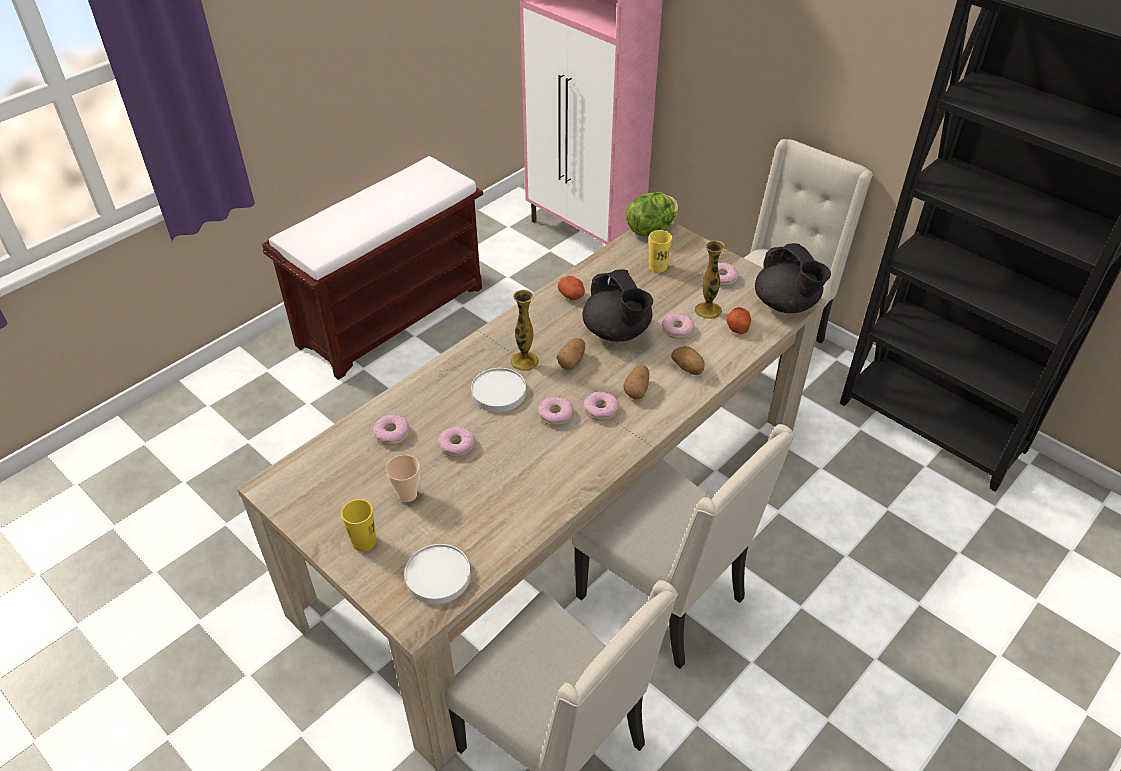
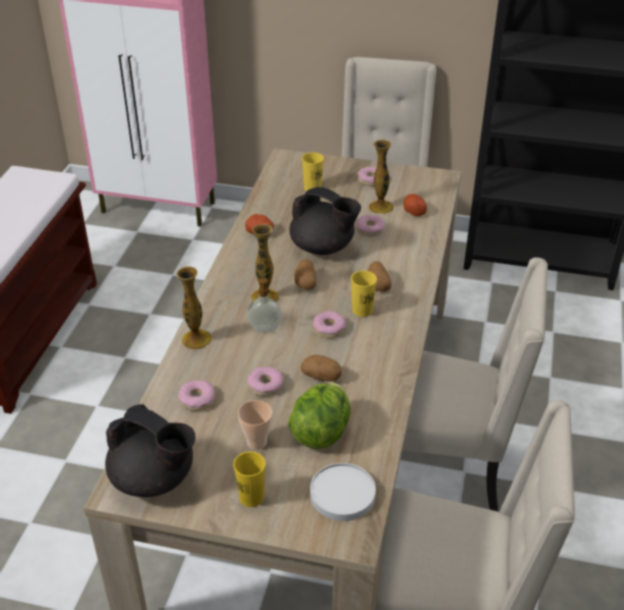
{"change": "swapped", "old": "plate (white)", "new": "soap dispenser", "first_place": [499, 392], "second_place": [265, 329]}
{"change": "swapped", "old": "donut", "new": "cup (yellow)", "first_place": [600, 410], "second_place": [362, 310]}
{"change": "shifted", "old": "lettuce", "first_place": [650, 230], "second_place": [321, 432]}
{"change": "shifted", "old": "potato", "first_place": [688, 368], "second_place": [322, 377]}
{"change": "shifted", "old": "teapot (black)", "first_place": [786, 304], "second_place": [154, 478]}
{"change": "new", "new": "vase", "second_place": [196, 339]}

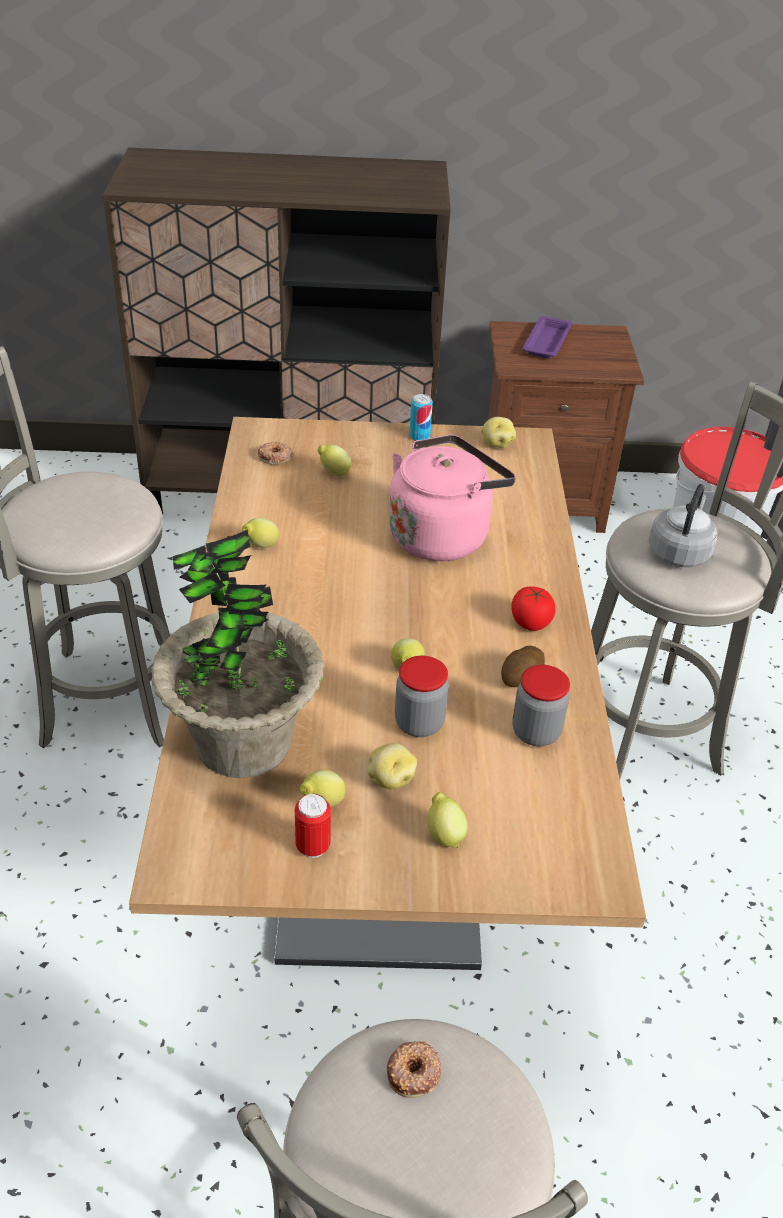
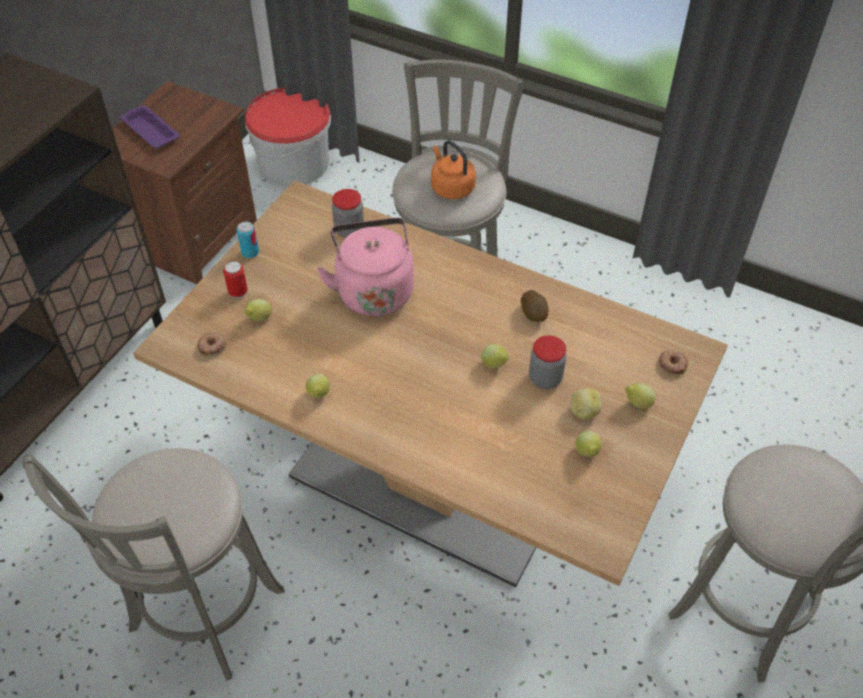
{"change": "gone", "old": "potted plant", "first_place": [243, 742]}
{"change": "shifted", "old": "can", "first_place": [313, 846], "second_place": [238, 292]}
{"change": "shifted", "old": "donut", "first_place": [414, 1072], "second_place": [672, 364]}
{"change": "gone", "old": "potato", "first_place": [497, 444]}
{"change": "gone", "old": "tomato", "first_place": [530, 622]}
{"change": "shifted", "old": "jar", "first_place": [536, 732], "second_place": [349, 230]}
{"change": "repainted", "old": "kettle (grey)", "new": "kettle (orange)", "first_place": [679, 552], "second_place": [451, 187]}

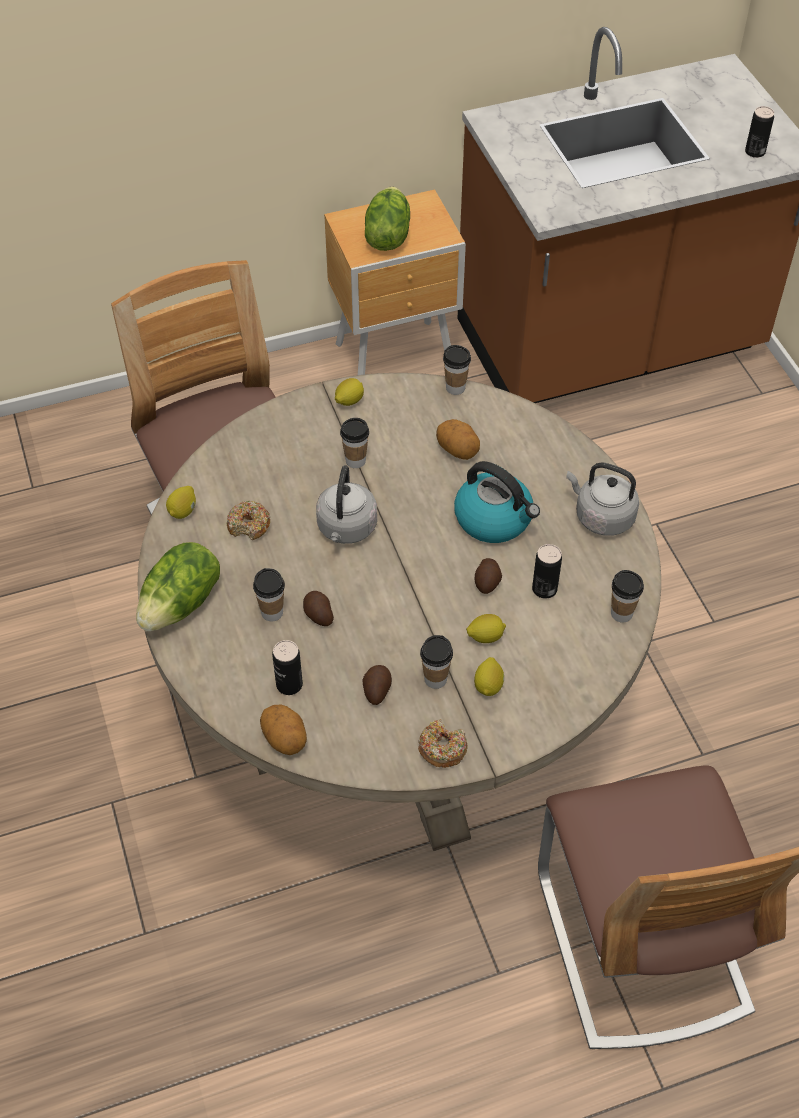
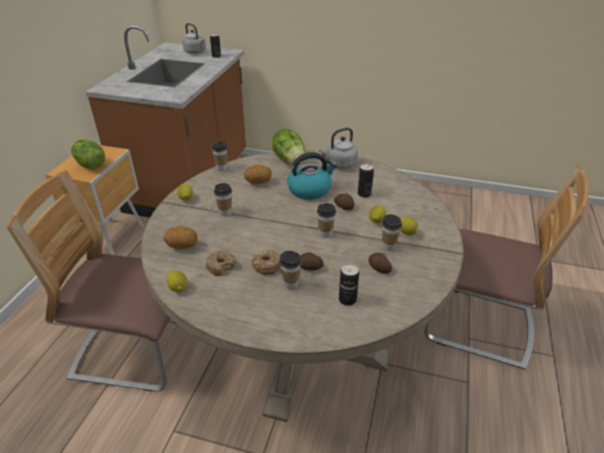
{"change": "shifted", "old": "lettuce", "first_place": [182, 604], "second_place": [290, 160]}
{"change": "shifted", "old": "potato", "first_place": [285, 739], "second_place": [182, 246]}
{"change": "shifted", "old": "kettle (grey)", "first_place": [346, 529], "second_place": [196, 52]}
{"change": "shifted", "old": "donut", "first_place": [442, 748], "second_place": [267, 266]}
{"change": "shifted", "old": "cup", "first_place": [621, 613], "second_place": [325, 234]}

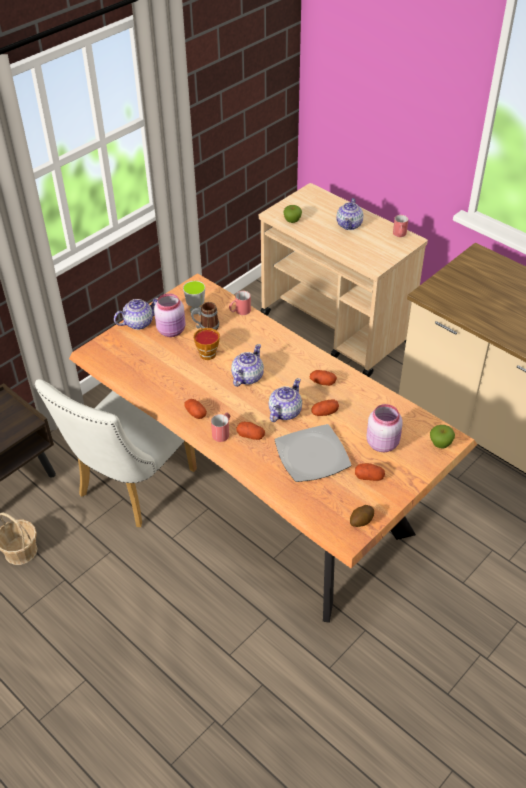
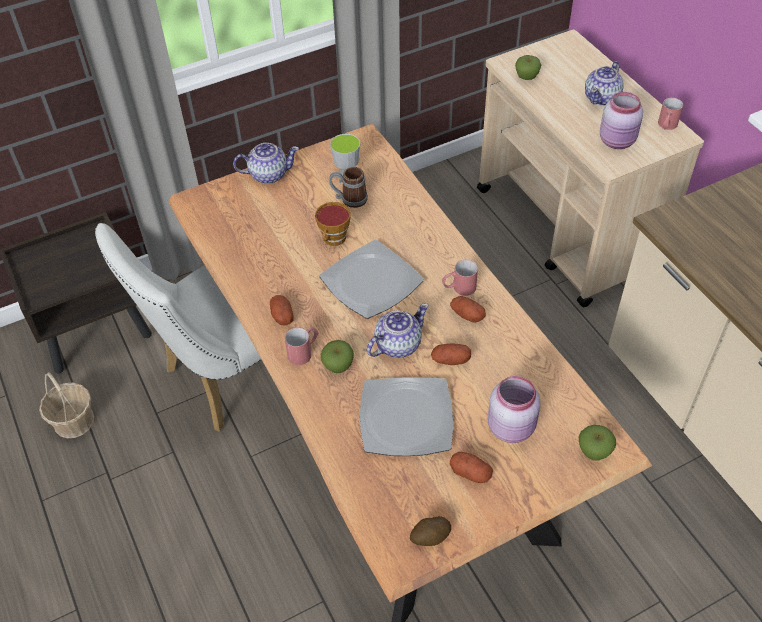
{"change": "shifted", "old": "jar (pink)", "first_place": [172, 330], "second_place": [618, 141]}
{"change": "shifted", "old": "mug (red)", "first_place": [239, 312], "second_place": [458, 288]}
{"change": "swapped", "old": "teapot", "new": "plate", "first_place": [247, 377], "second_place": [370, 282]}
{"change": "swapped", "old": "potato", "new": "apple", "first_place": [251, 435], "second_place": [338, 366]}

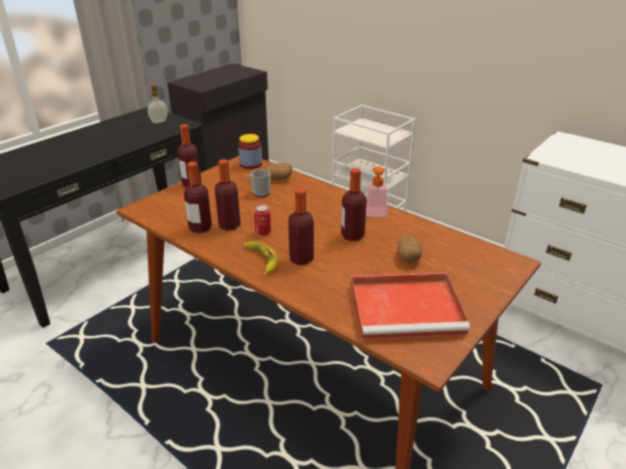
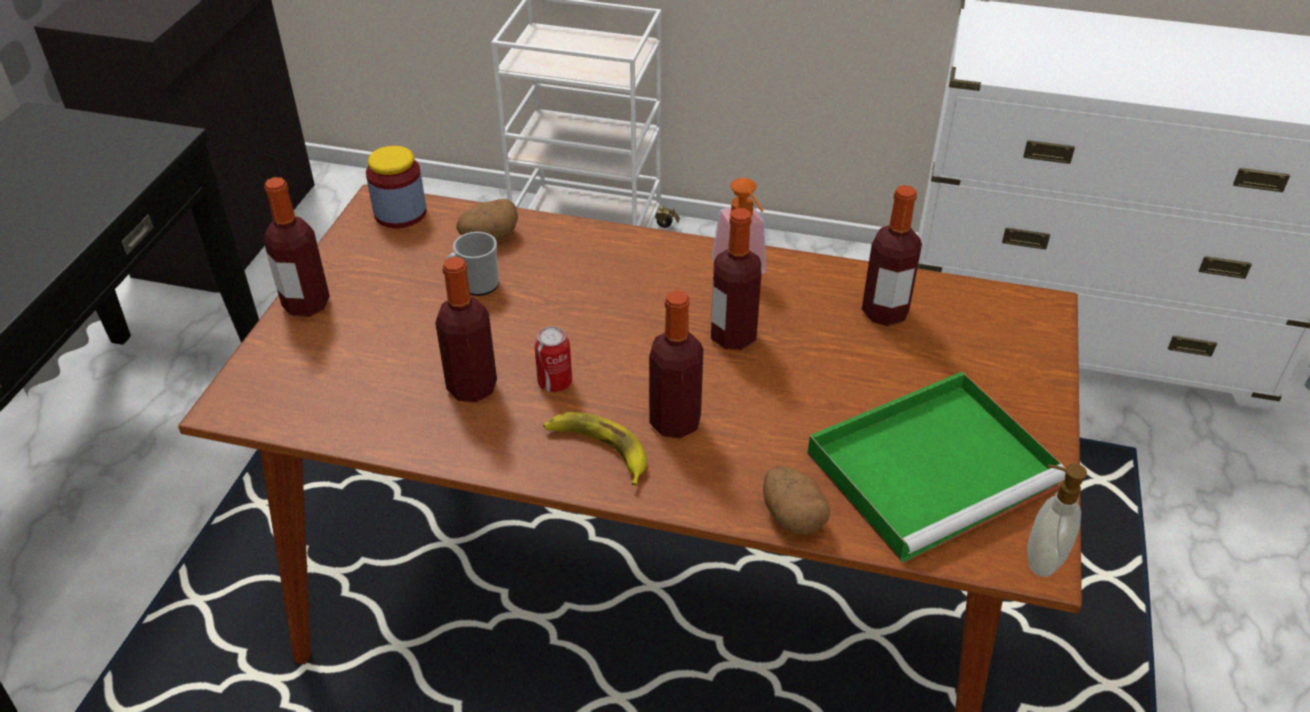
{"change": "shifted", "old": "soap dispenser", "first_place": [159, 121], "second_place": [1042, 559]}
{"change": "shifted", "old": "bottle", "first_place": [200, 228], "second_place": [884, 313]}
{"change": "repainted", "old": "tray (red)", "new": "tray (green)", "first_place": [408, 309], "second_place": [934, 467]}
{"change": "shifted", "old": "potato", "first_place": [408, 257], "second_place": [792, 516]}

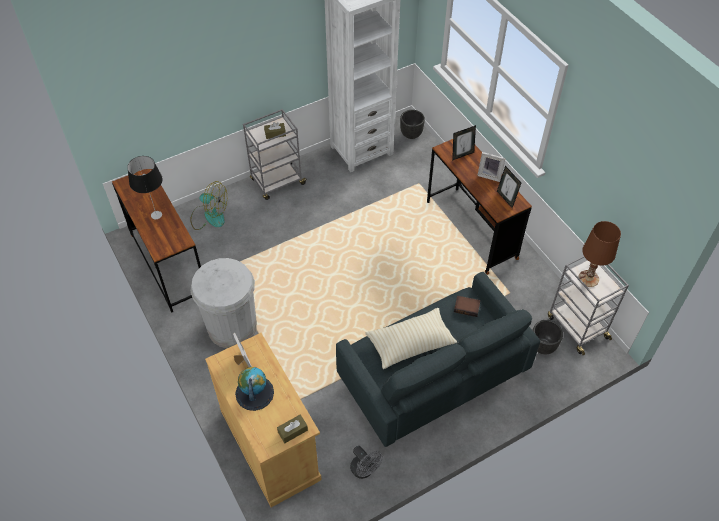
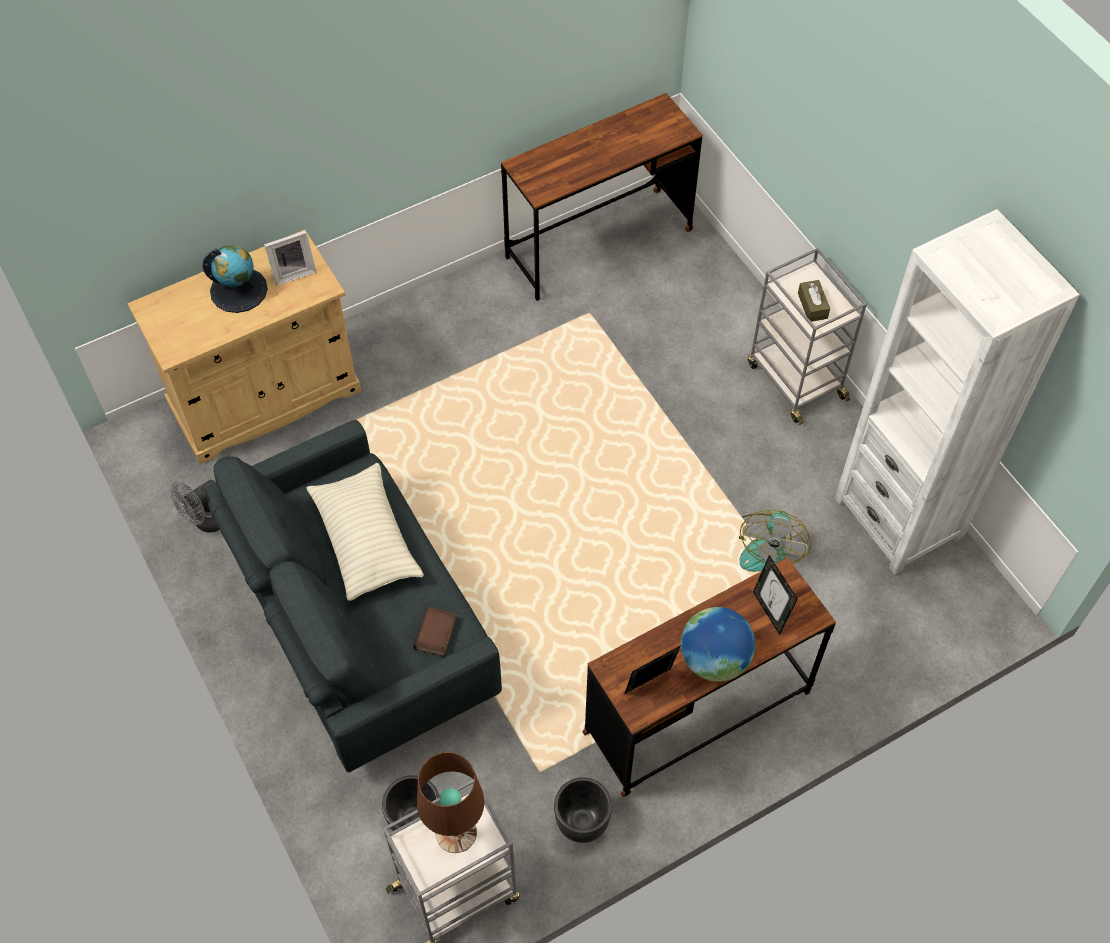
{"change": "gone", "old": "table lamp", "first_place": [156, 215]}
{"change": "shifted", "old": "fan", "first_place": [209, 216], "second_place": [765, 545]}
{"change": "gone", "old": "trash can (white)", "first_place": [232, 327]}
{"change": "gone", "old": "tissue box (brown)", "first_place": [292, 431]}
{"change": "shifted", "old": "planter (black)", "first_place": [411, 134], "second_place": [581, 823]}
{"change": "swapped", "old": "picture frame", "new": "globe", "first_place": [489, 175], "second_place": [714, 660]}

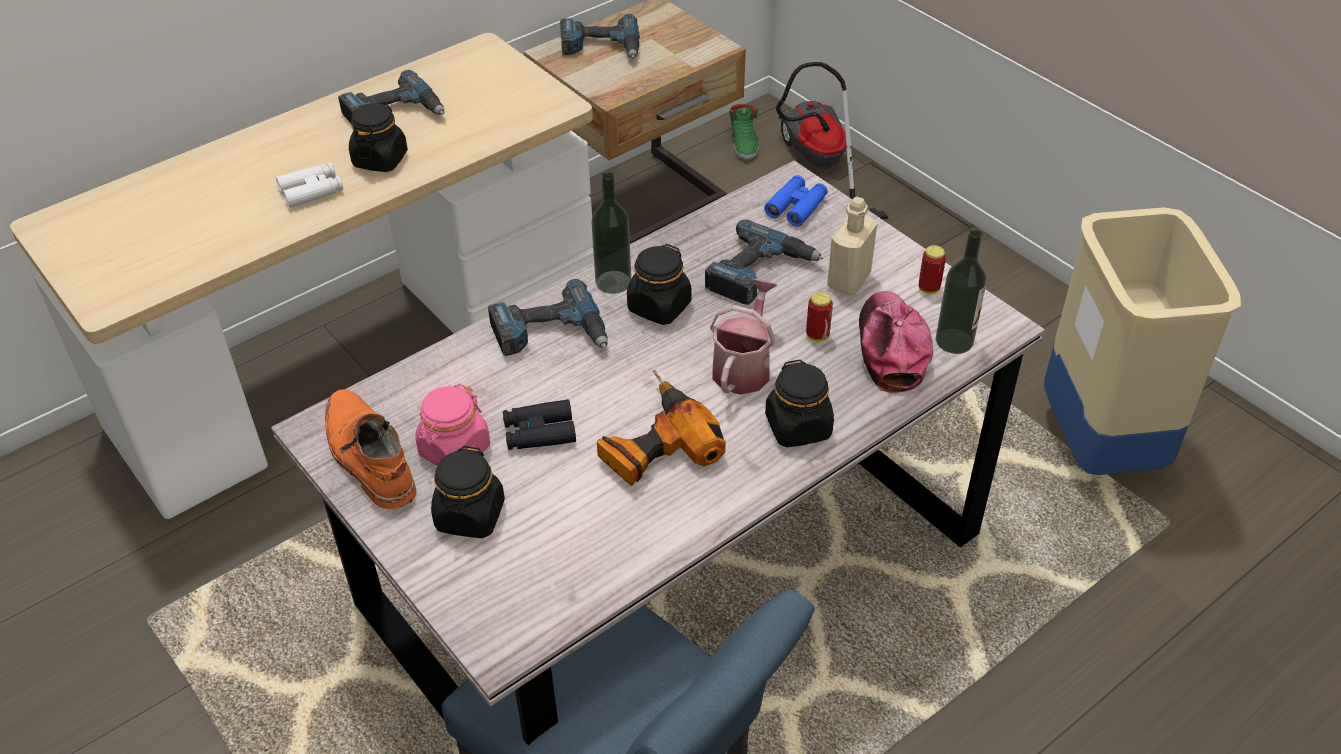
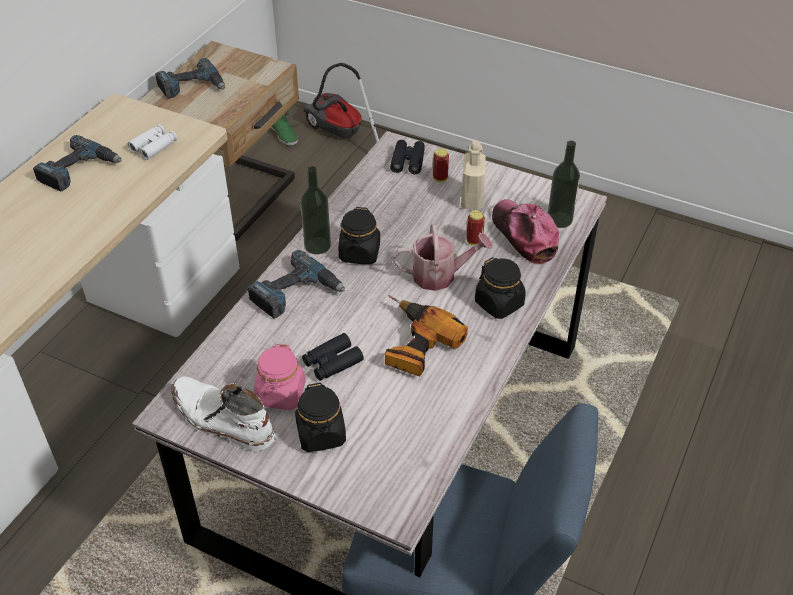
{"change": "shifted", "old": "binoculars (white)", "first_place": [312, 191], "second_place": [154, 146]}
{"change": "repainted", "old": "boot (orange)", "new": "boot (white)", "first_place": [368, 458], "second_place": [221, 420]}
{"change": "gone", "old": "jar (black)", "first_place": [380, 159]}
{"change": "gone", "old": "power drill", "first_place": [759, 272]}
{"change": "rotated", "old": "watering can", "first_place": [744, 366], "second_place": [440, 275], "degrees": 90}
{"change": "repainted", "old": "binoculars (blue)", "new": "binoculars (black)", "first_place": [796, 207], "second_place": [408, 161]}
{"change": "shifted", "old": "can", "first_place": [929, 288], "second_place": [440, 178]}
{"change": "gone", "old": "trash can (beige)", "first_place": [1100, 444]}

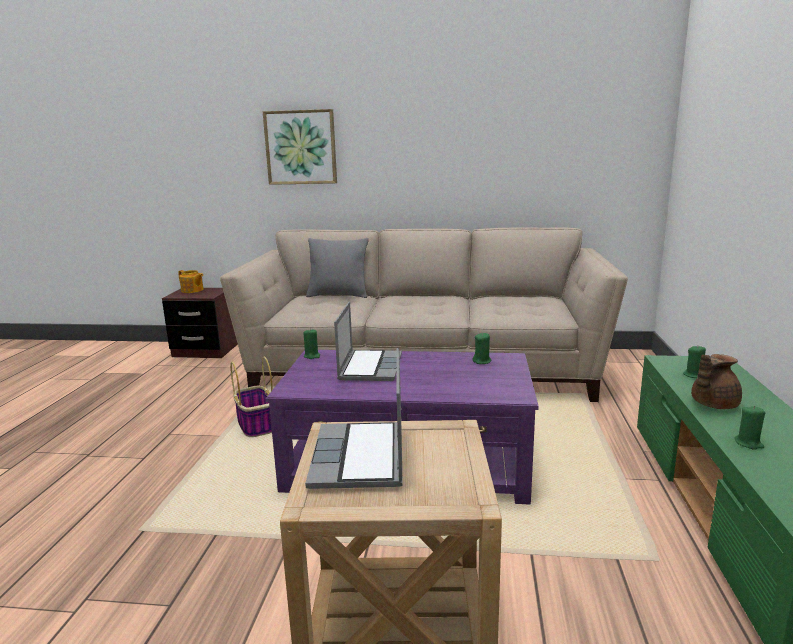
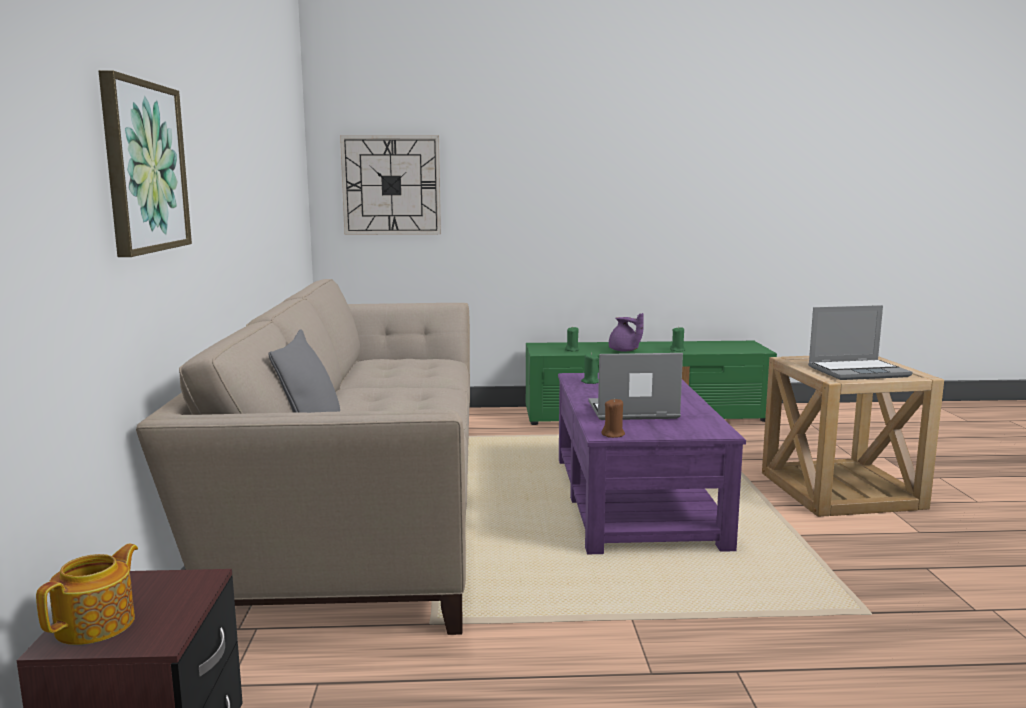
{"change": "gone", "old": "basket", "first_place": [255, 425]}
{"change": "repainted", "old": "candle (green)", "new": "candle (brown)", "first_place": [312, 356], "second_place": [613, 434]}
{"change": "repainted", "old": "teapot (brown)", "new": "teapot (purple)", "first_place": [712, 404], "second_place": [624, 351]}
{"change": "new", "new": "wall clock", "second_place": [391, 185]}

